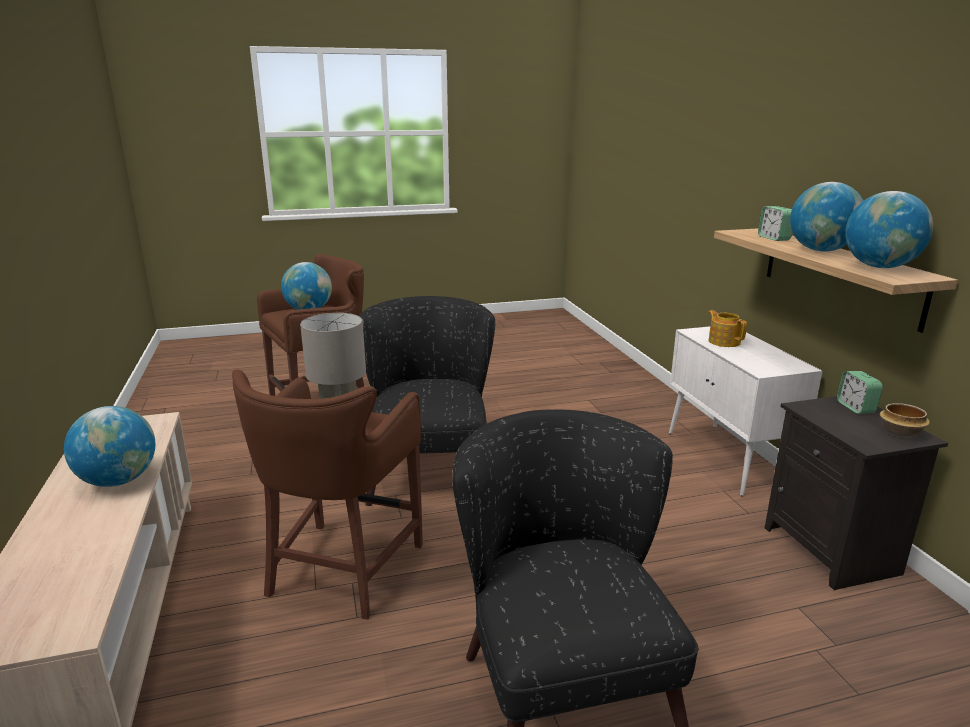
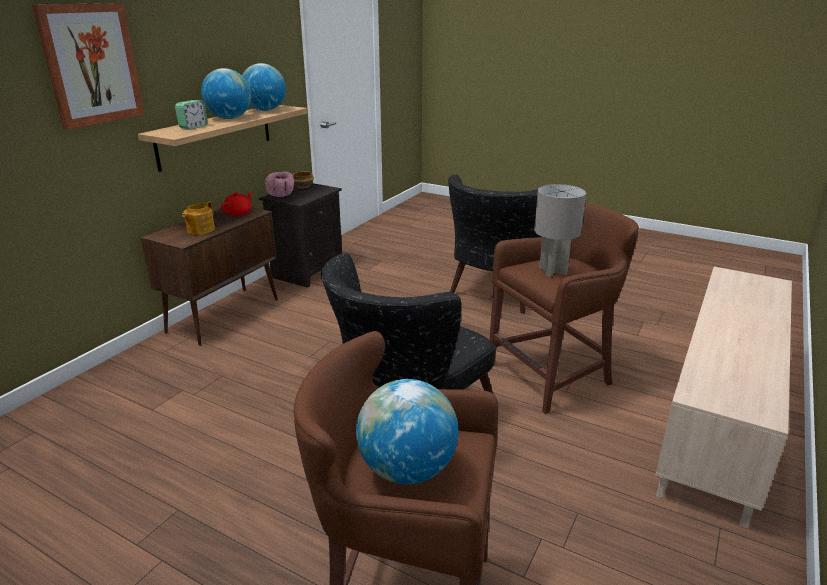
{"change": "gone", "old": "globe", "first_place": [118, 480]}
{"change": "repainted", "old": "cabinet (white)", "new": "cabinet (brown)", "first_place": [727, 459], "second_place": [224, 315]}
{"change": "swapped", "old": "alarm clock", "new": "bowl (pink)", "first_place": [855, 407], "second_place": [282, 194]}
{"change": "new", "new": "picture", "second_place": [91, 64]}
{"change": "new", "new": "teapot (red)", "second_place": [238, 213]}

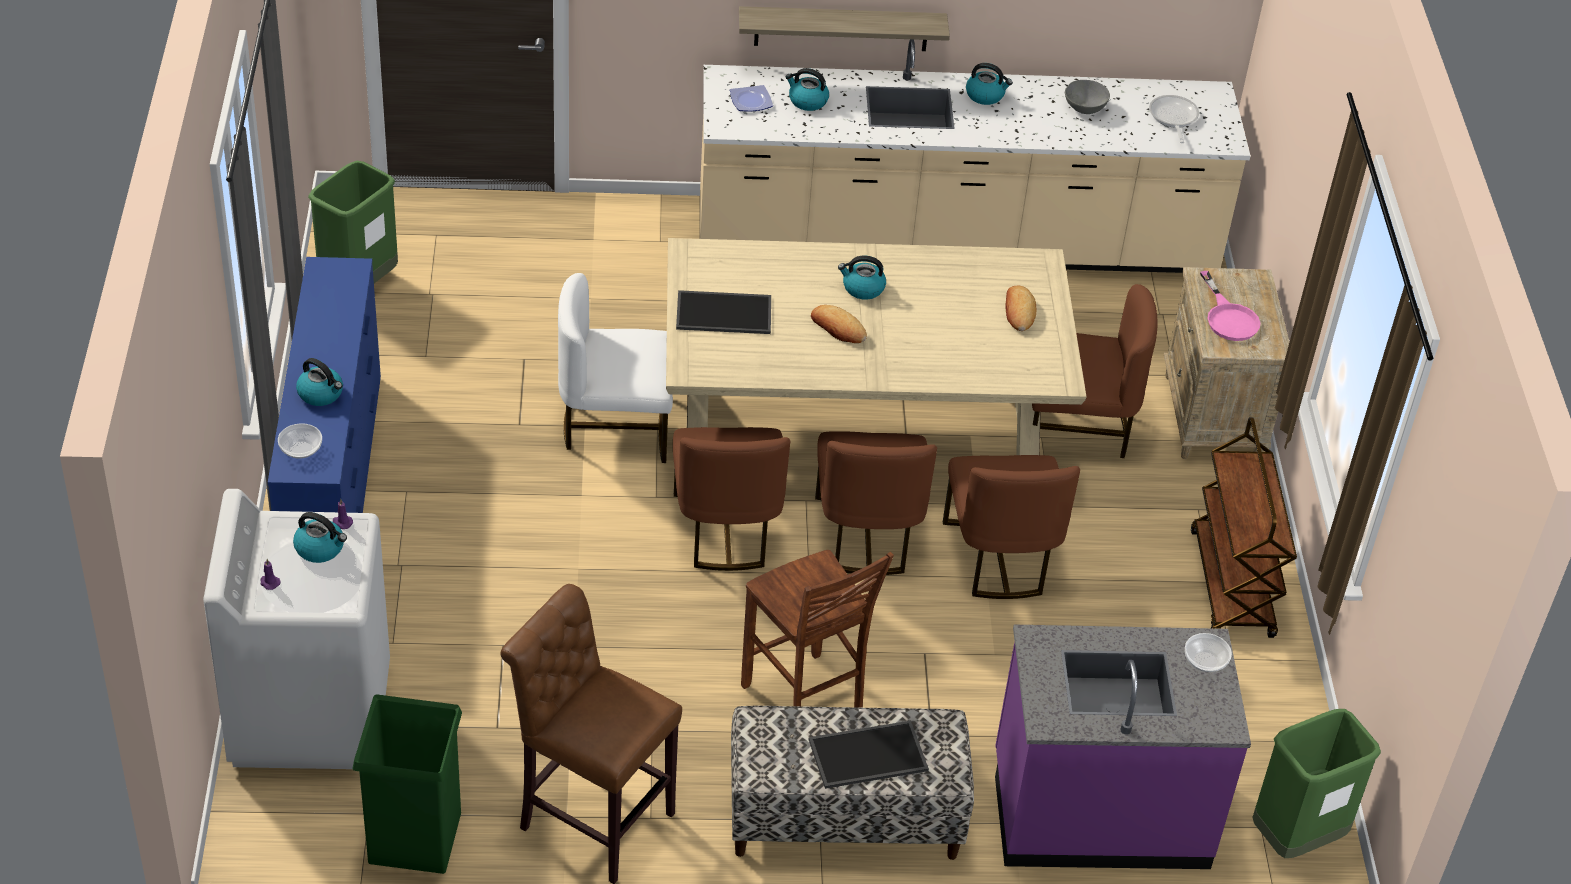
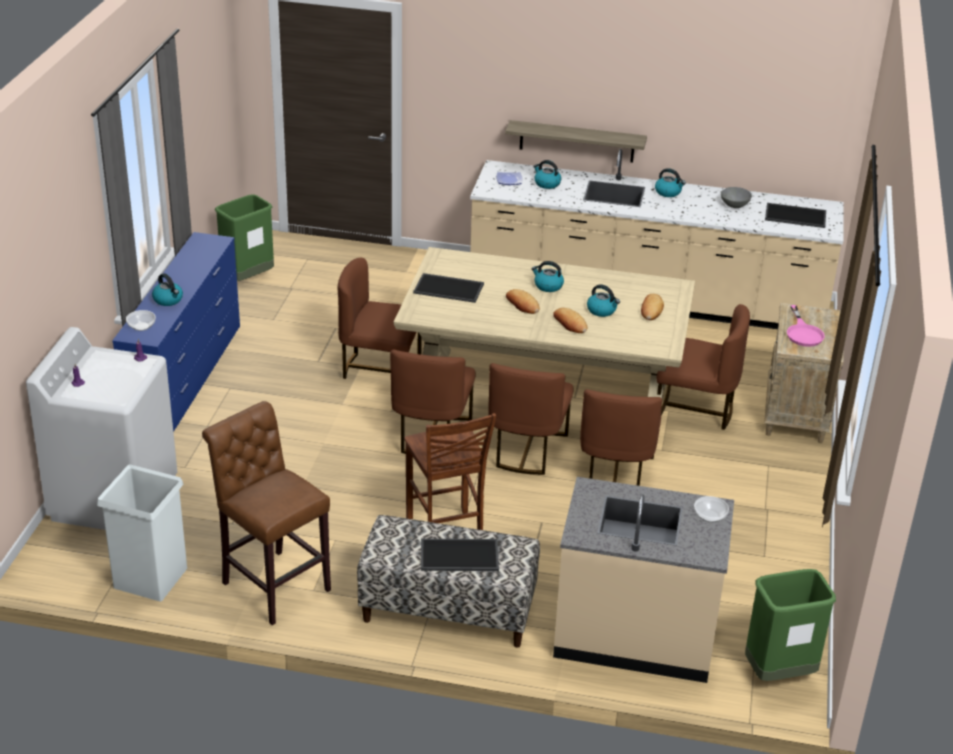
{"change": "shifted", "old": "kettle", "first_place": [320, 548], "second_place": [602, 310]}
{"change": "repainted", "old": "trash can (green)", "new": "trash can (white)", "first_place": [414, 836], "second_place": [150, 577]}
{"change": "repainted", "old": "chair (white)", "new": "chair (brown)", "first_place": [616, 426], "second_place": [380, 370]}
{"change": "repainted", "old": "counter (purple)", "new": "counter (beige)", "first_place": [1099, 811], "second_place": [635, 634]}
{"change": "swapped", "old": "frying pan", "new": "tray", "first_place": [1173, 118], "second_place": [794, 216]}
{"change": "gone", "old": "cart (brown)", "first_place": [1232, 585]}
{"change": "new", "new": "bread", "second_place": [570, 324]}

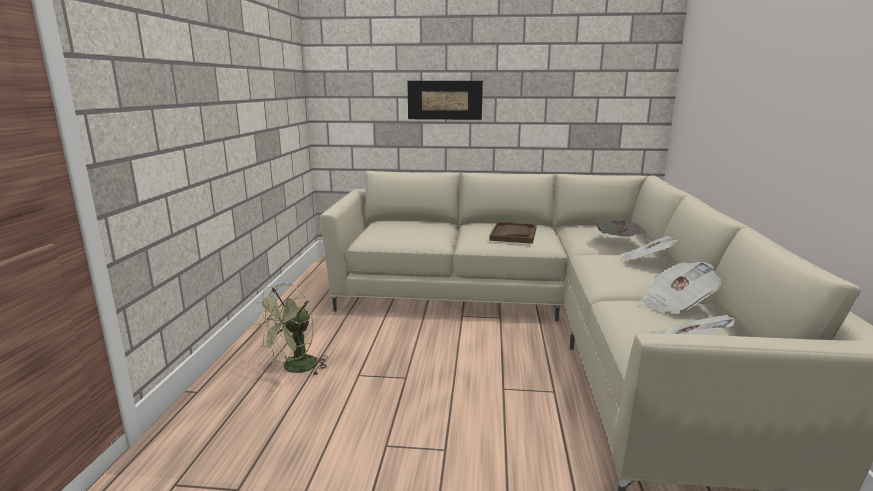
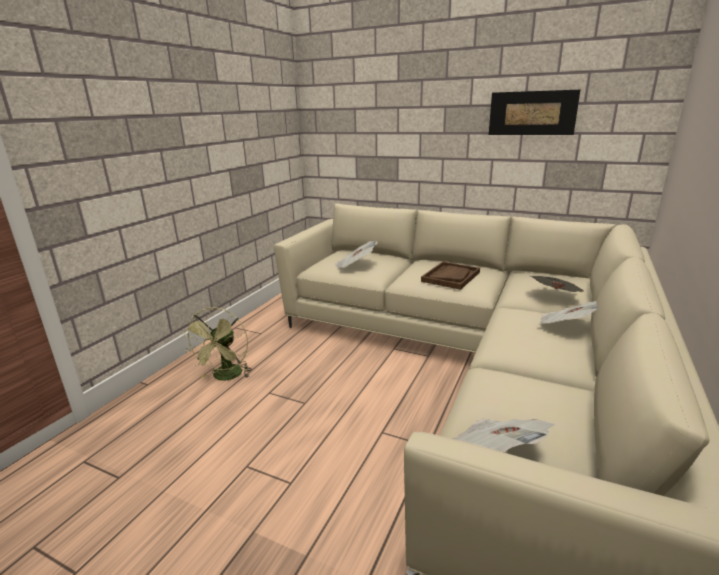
{"change": "rotated", "old": "fan (green)", "first_place": [295, 368], "second_place": [226, 377], "degrees": -45}
{"change": "shifted", "old": "picture", "first_place": [444, 100], "second_place": [532, 113]}
{"change": "shifted", "old": "newspaper", "first_place": [675, 304], "second_place": [355, 266]}

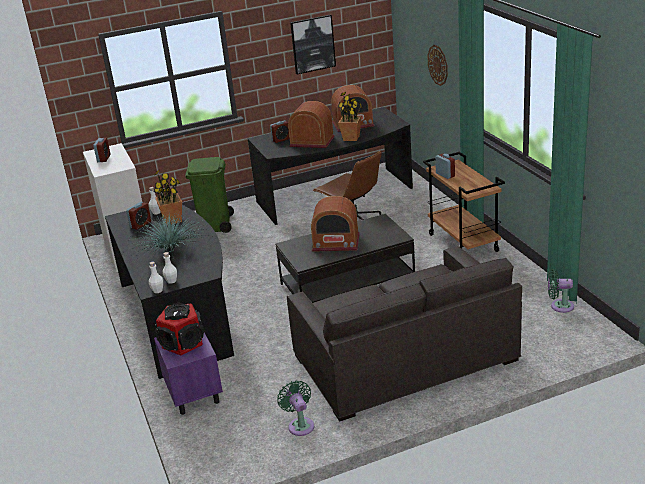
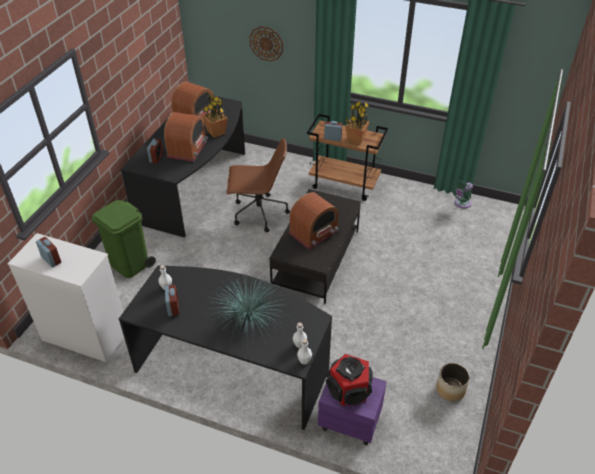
{"change": "shifted", "old": "potted plant", "first_place": [172, 220], "second_place": [356, 140]}
{"change": "swapped", "old": "fan (green)", "new": "planter", "first_place": [300, 425], "second_place": [450, 389]}
{"change": "gone", "old": "sofa (grey)", "first_place": [404, 358]}
{"change": "rotated", "old": "radio", "first_place": [312, 141], "second_place": [187, 149], "degrees": 135}
{"change": "gone", "old": "picture", "first_place": [312, 44]}

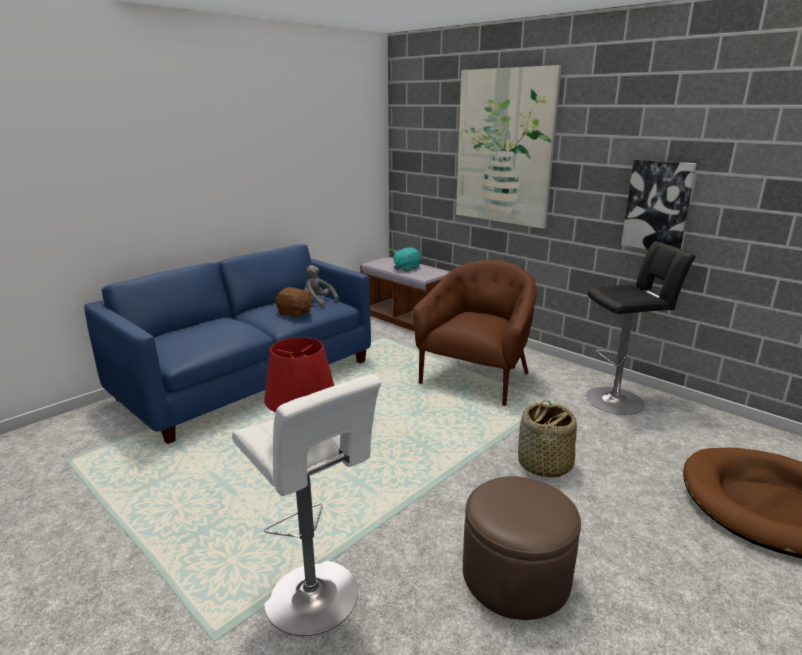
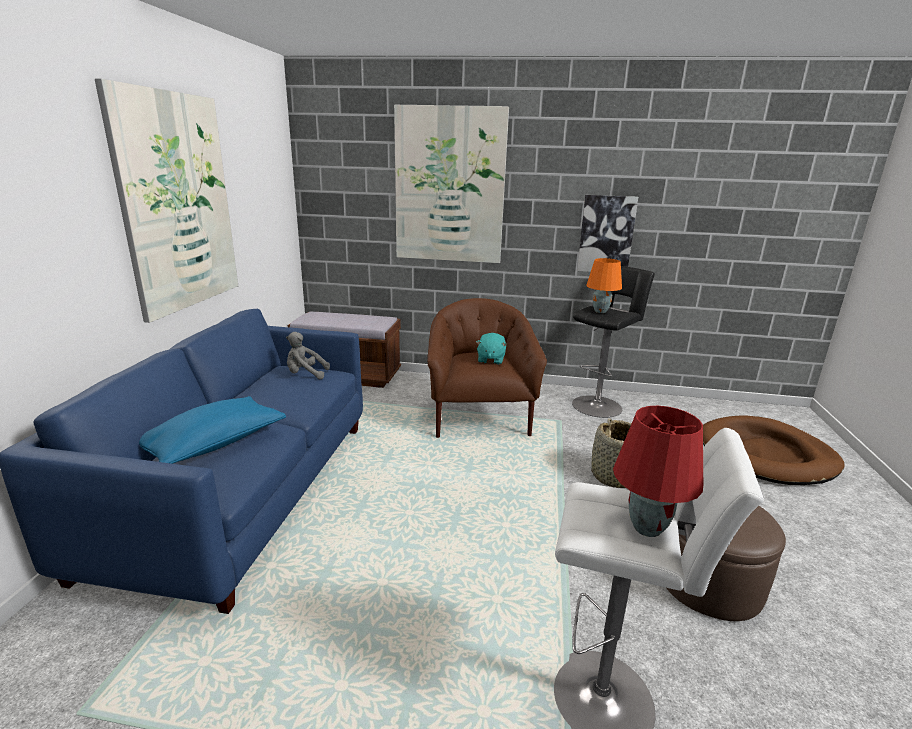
{"change": "gone", "old": "plush toy (brown)", "first_place": [295, 313]}
{"change": "shifted", "old": "plush toy (turquoise)", "first_place": [406, 268], "second_place": [490, 360]}
{"change": "new", "new": "picture", "second_place": [178, 203]}
{"change": "new", "new": "pillow (blue)", "second_place": [214, 444]}
{"change": "new", "new": "table lamp (orange)", "second_place": [600, 311]}

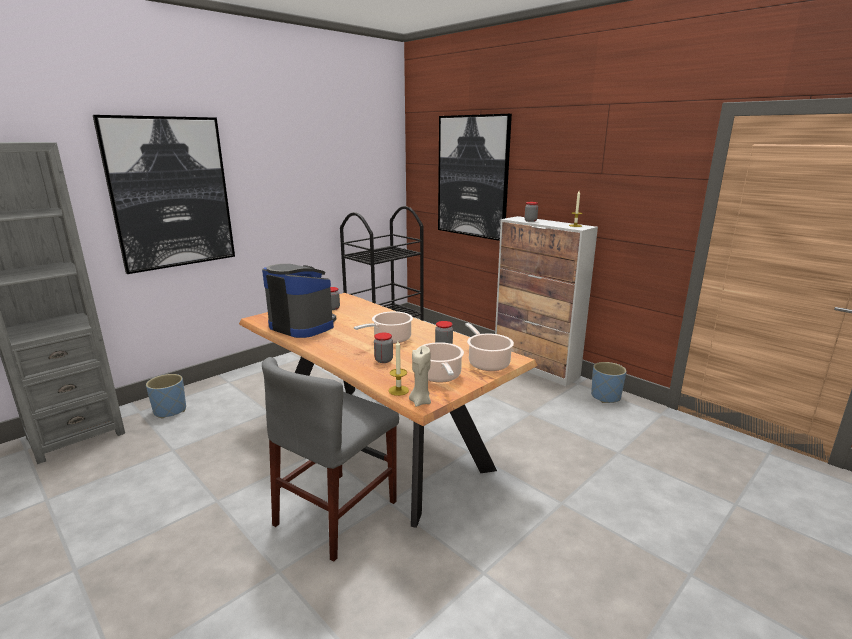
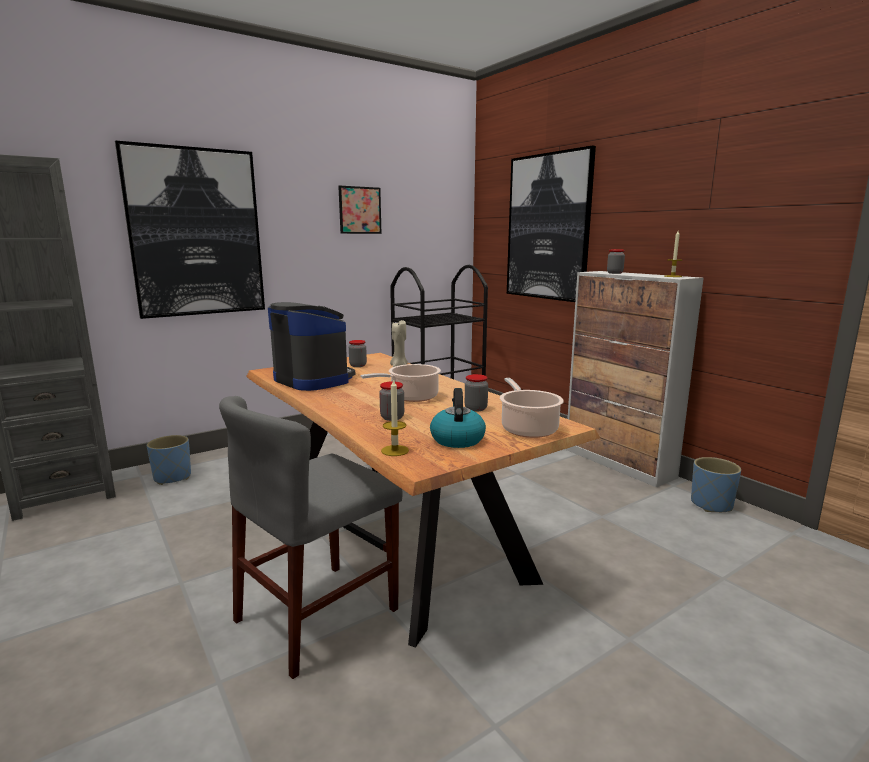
{"change": "shifted", "old": "candle (beige)", "first_place": [420, 402], "second_place": [399, 366]}
{"change": "swapped", "old": "cooking pot", "new": "kettle", "first_place": [440, 376], "second_place": [457, 439]}
{"change": "new", "new": "picture", "second_place": [360, 210]}

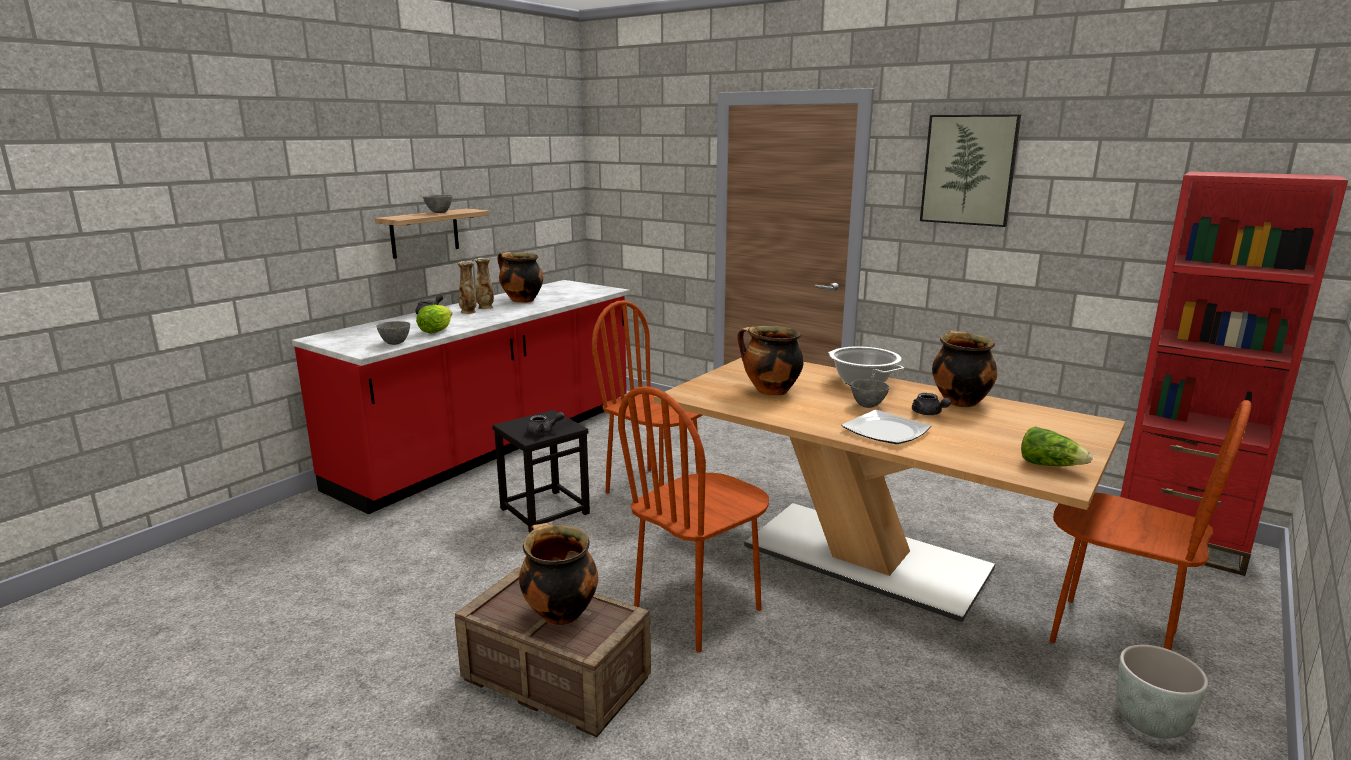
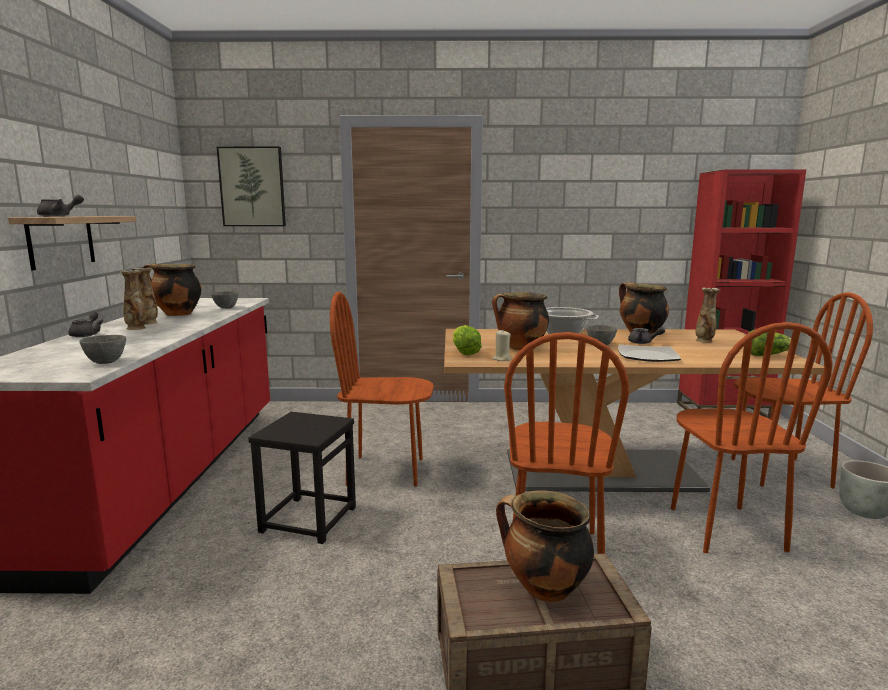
{"change": "shifted", "old": "lettuce", "first_place": [435, 331], "second_place": [464, 353]}
{"change": "shifted", "old": "bowl (grey)", "first_place": [439, 212], "second_place": [226, 308]}
{"change": "shifted", "old": "teapot (grey)", "first_place": [543, 432], "second_place": [60, 216]}
{"change": "shifted", "old": "picture", "first_place": [969, 170], "second_place": [252, 187]}
{"change": "new", "new": "candle (beige)", "second_place": [501, 359]}
{"change": "new", "new": "chair (brown)", "second_place": [724, 529]}
{"change": "new", "new": "vase", "second_place": [704, 341]}

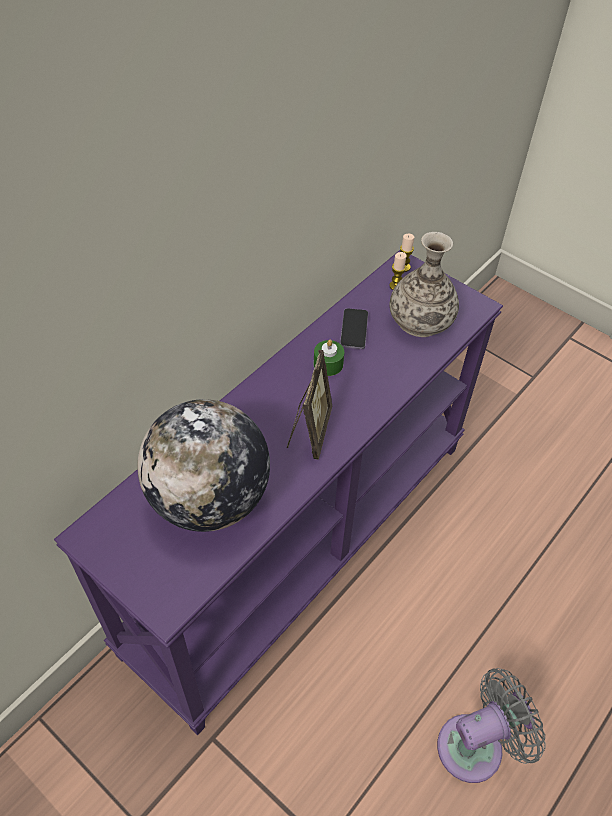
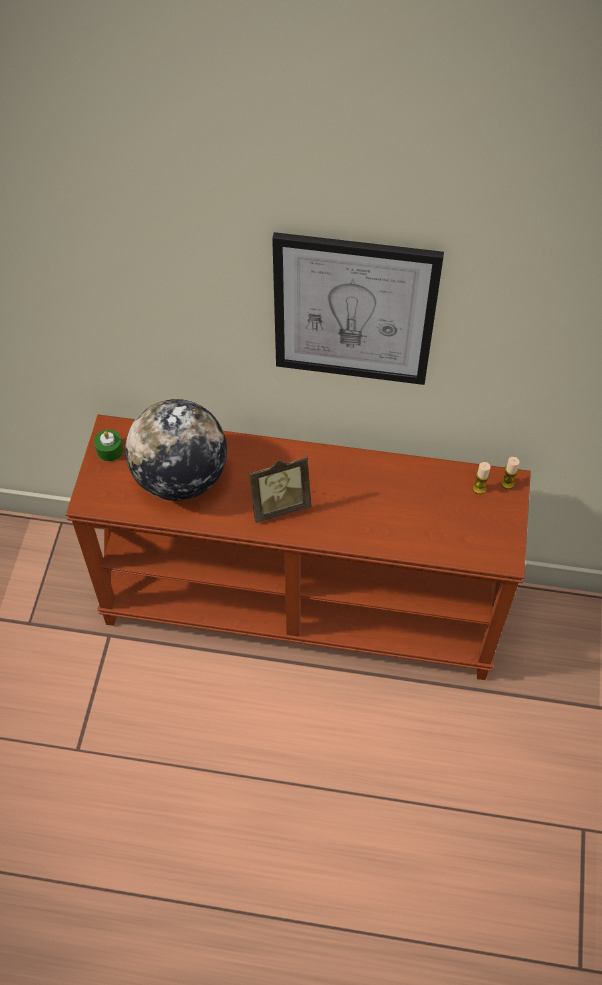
{"change": "repainted", "old": "console table (purple)", "new": "console table (brown)", "first_place": [300, 540], "second_place": [302, 604]}
{"change": "shifted", "old": "candle (green)", "first_place": [328, 364], "second_place": [110, 450]}
{"change": "gone", "old": "phone", "first_place": [354, 330]}
{"change": "gone", "old": "vase", "first_place": [421, 321]}
{"change": "gone", "old": "fan (grey)", "first_place": [476, 745]}
{"change": "new", "new": "picture", "second_place": [354, 310]}

